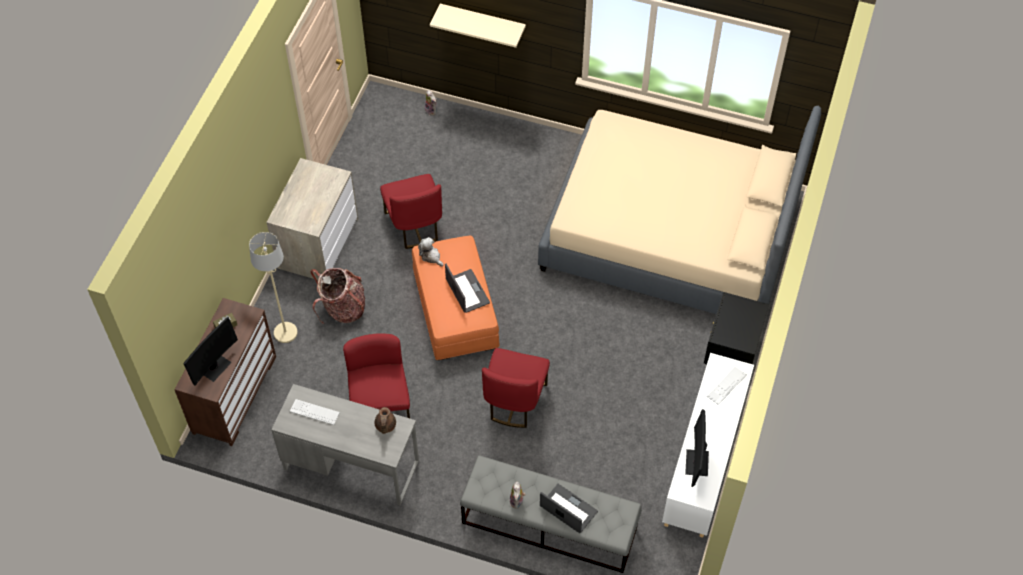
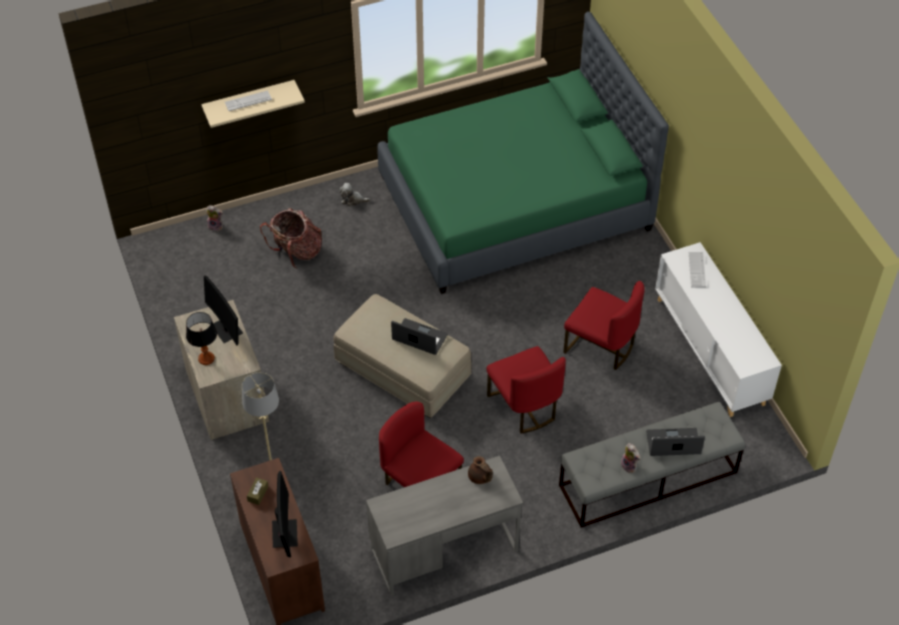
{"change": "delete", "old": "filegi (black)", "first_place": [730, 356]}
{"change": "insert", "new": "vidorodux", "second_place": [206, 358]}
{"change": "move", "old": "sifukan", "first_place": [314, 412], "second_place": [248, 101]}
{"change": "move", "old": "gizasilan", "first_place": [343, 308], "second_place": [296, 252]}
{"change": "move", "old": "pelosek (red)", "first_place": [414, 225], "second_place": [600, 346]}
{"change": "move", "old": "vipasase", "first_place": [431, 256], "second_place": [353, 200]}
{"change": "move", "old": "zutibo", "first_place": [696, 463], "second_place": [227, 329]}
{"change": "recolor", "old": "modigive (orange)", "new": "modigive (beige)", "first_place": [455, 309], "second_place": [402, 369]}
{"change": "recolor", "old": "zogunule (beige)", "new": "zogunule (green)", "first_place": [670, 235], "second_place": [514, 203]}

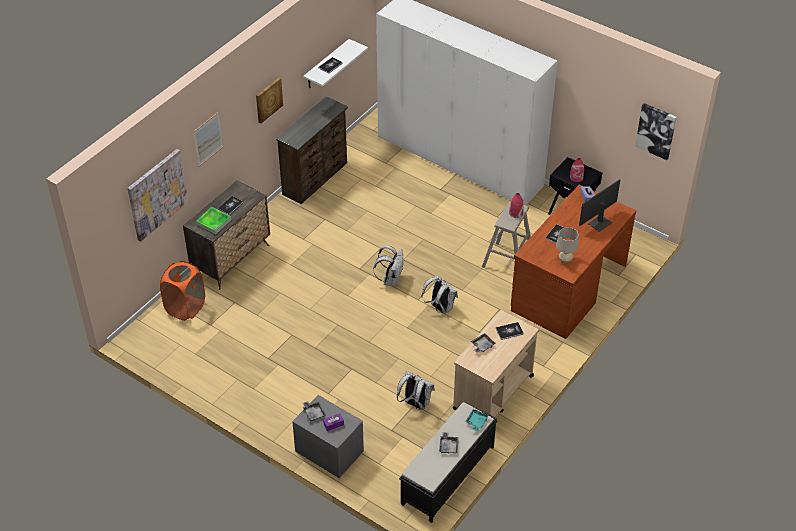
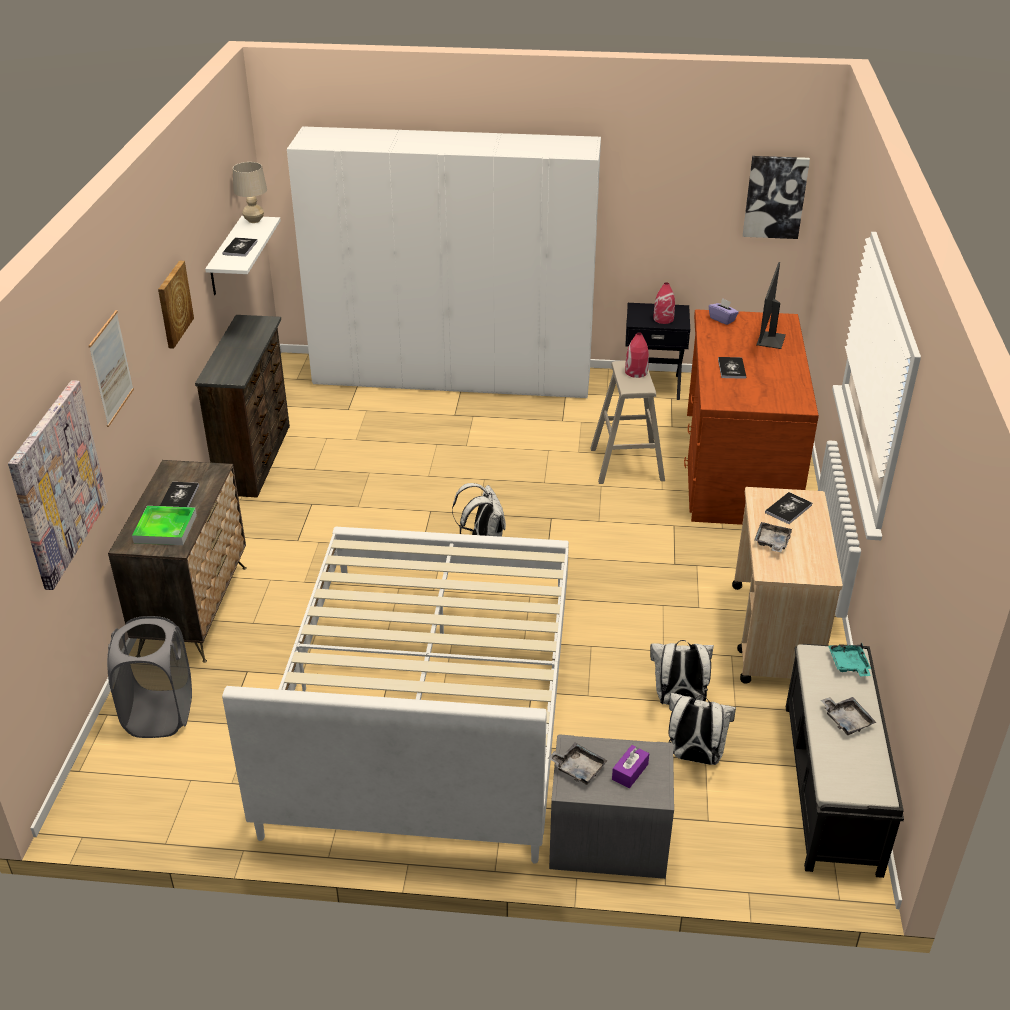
{"change": "insert", "new": "zogunule (white)", "second_place": [426, 701]}
{"change": "move", "old": "gizasilan (white)", "first_place": [440, 308], "second_place": [694, 757]}
{"change": "move", "old": "vidorodux (beige)", "first_place": [565, 260], "second_place": [254, 220]}
{"change": "recolor", "old": "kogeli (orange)", "new": "kogeli (grey)", "first_place": [185, 308], "second_place": [160, 714]}

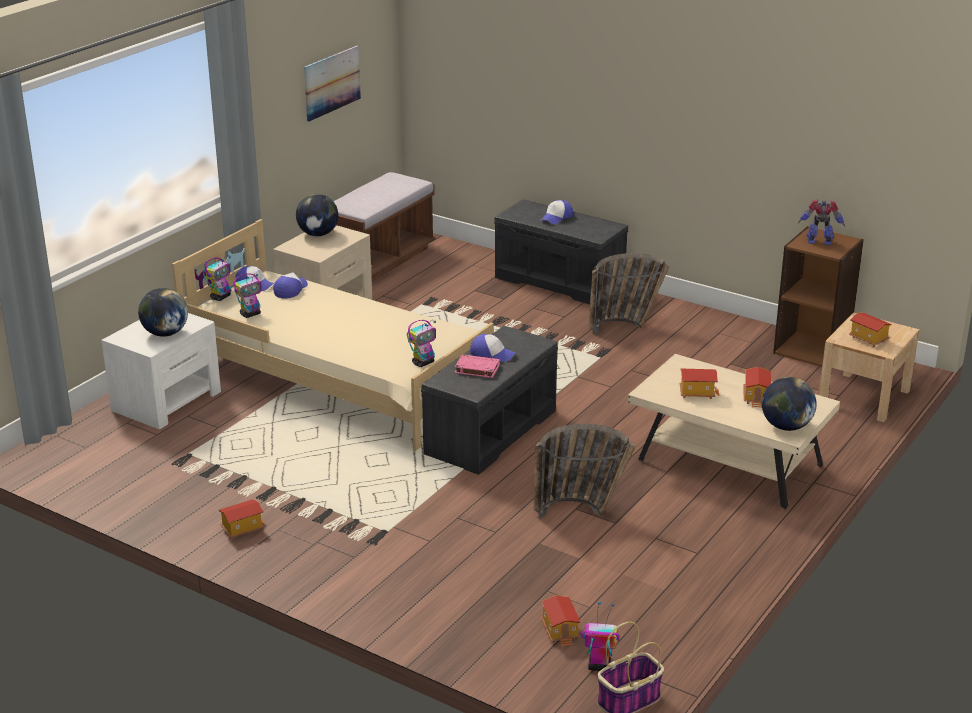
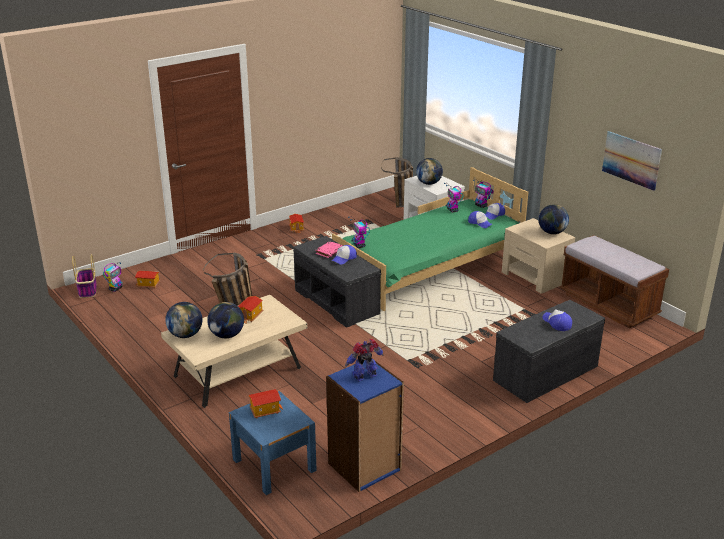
{"change": "move", "old": "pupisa", "first_place": [625, 326], "second_place": [400, 204]}
{"change": "replace", "old": "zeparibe", "new": "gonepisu", "first_place": [757, 397], "second_place": [227, 335]}
{"change": "recolor", "old": "zogunule (beige)", "new": "zogunule (green)", "first_place": [338, 380], "second_place": [429, 267]}
{"change": "recolor", "old": "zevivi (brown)", "new": "zevivi (blue)", "first_place": [812, 349], "second_place": [365, 467]}
{"change": "recolor", "old": "filegi (beige)", "new": "filegi (blue)", "first_place": [864, 397], "second_place": [274, 465]}
{"change": "rotate", "old": "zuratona", "first_place": [819, 242], "second_place": [365, 376], "degrees": -150}

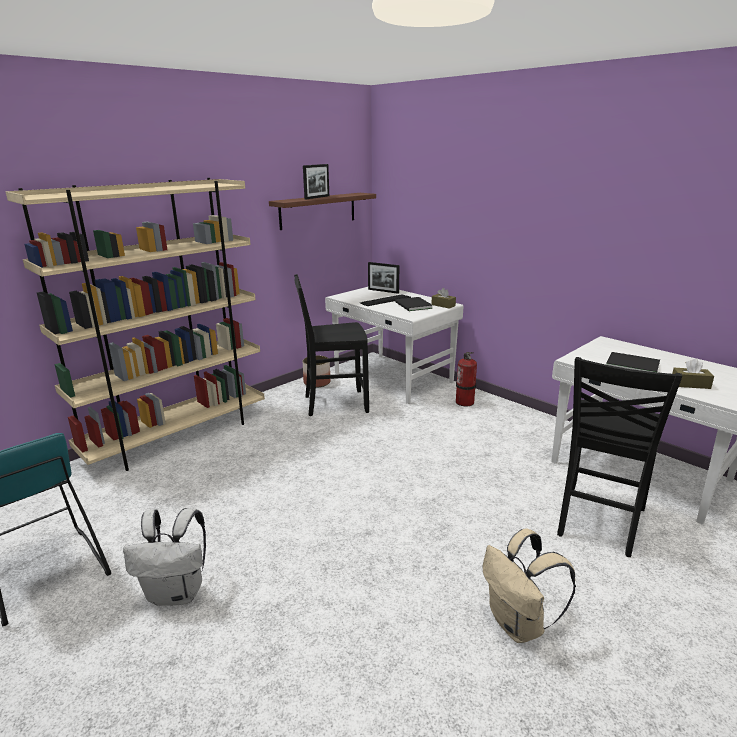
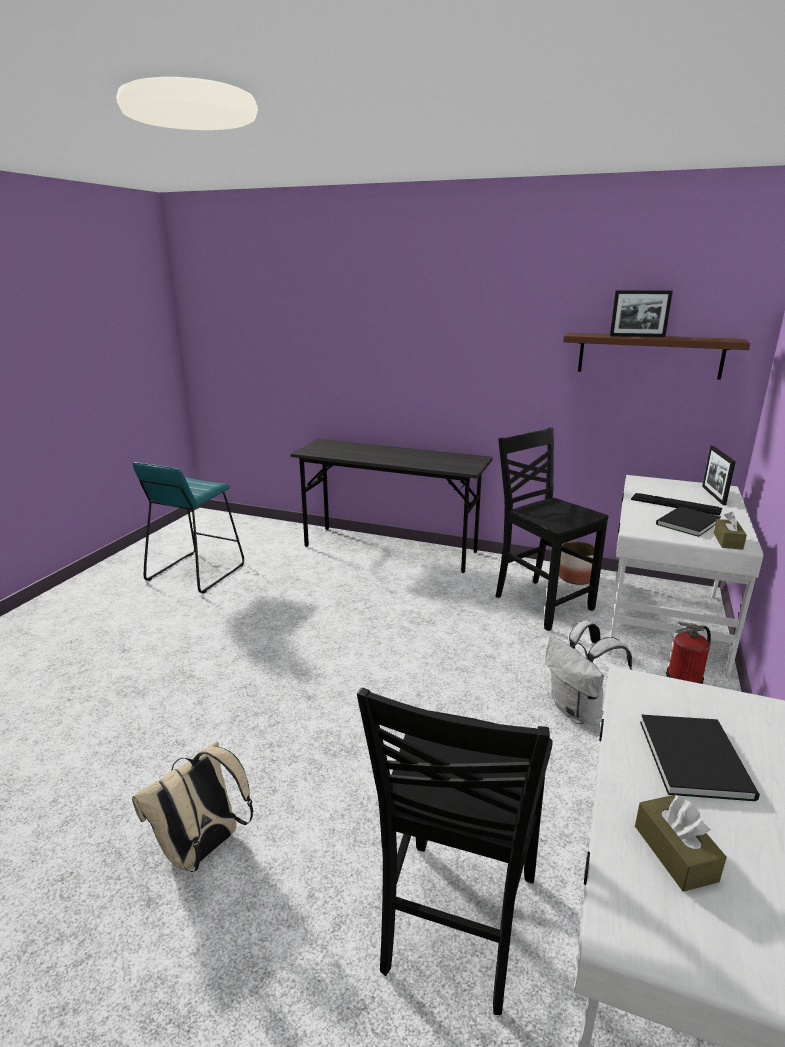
{"change": "move", "old": "gizasilan (white)", "first_place": [177, 593], "second_place": [579, 711]}
{"change": "replace", "old": "zevivi (beige)", "new": "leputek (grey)", "first_place": [178, 436], "second_place": [391, 549]}
{"change": "rotate", "old": "pelosek (black)", "first_place": [598, 522], "second_place": [456, 923], "degrees": -75}

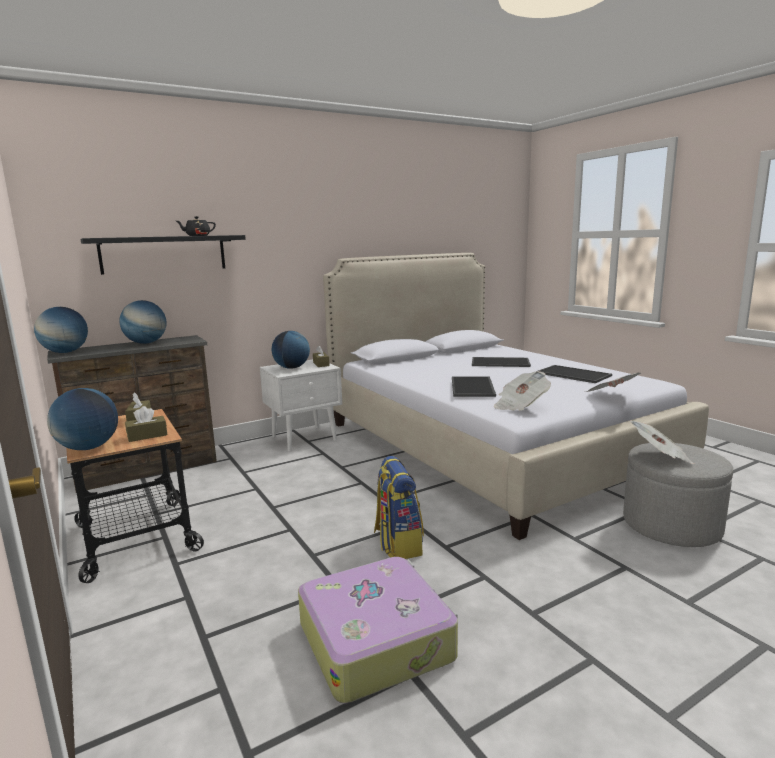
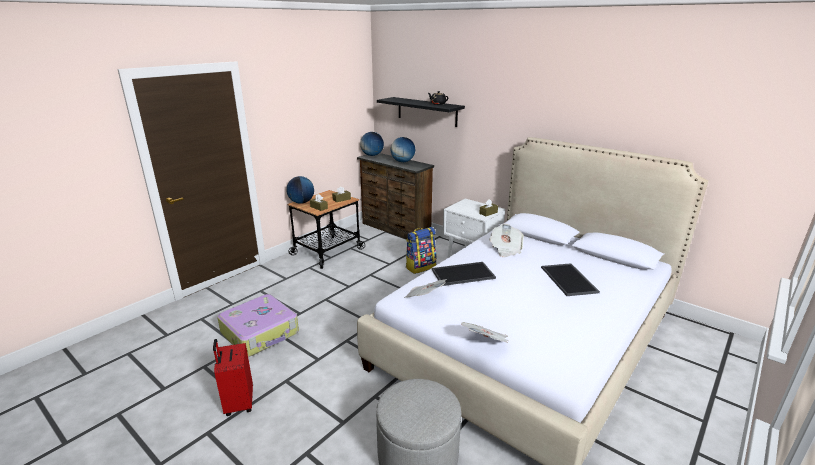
{"change": "delete", "old": "gonepisu", "first_place": [292, 368]}
{"change": "delete", "old": "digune", "first_place": [572, 374]}
{"change": "insert", "new": "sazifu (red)", "second_place": [238, 403]}
{"change": "move", "old": "gizasilan", "first_place": [397, 543], "second_place": [420, 267]}
{"change": "move", "old": "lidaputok", "first_place": [660, 456], "second_place": [505, 249]}

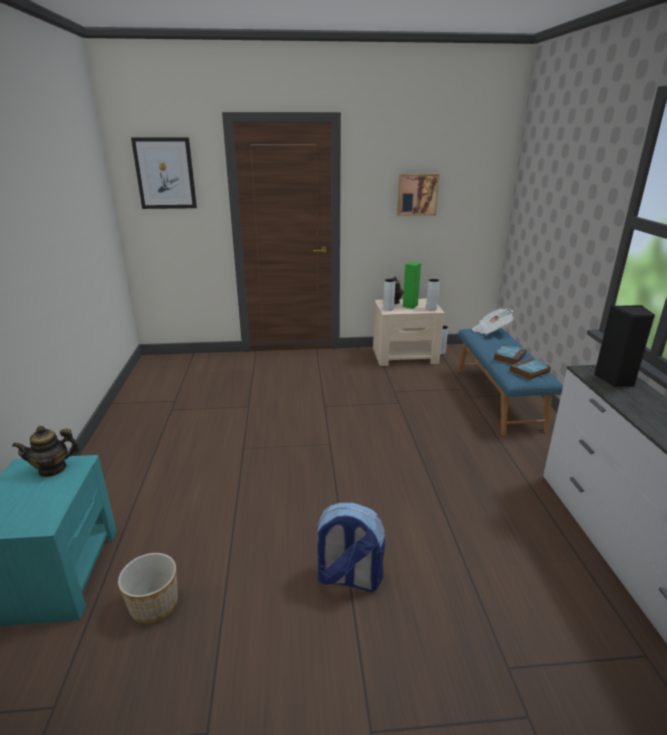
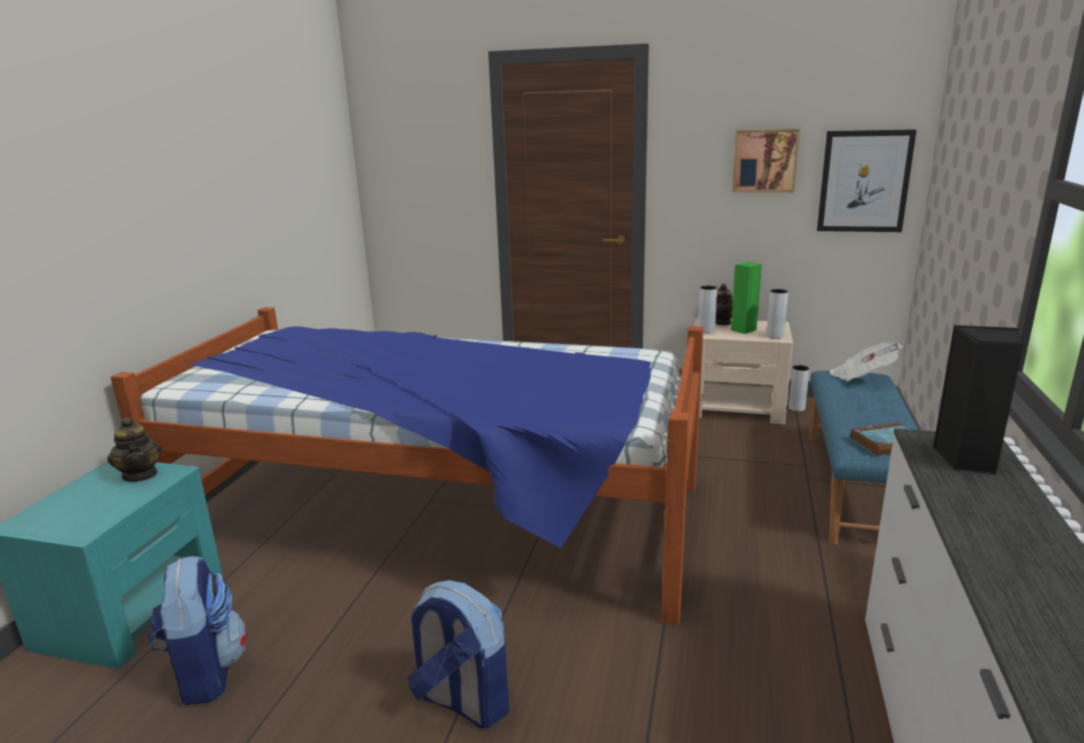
{"change": "delete", "old": "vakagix", "first_place": [509, 357]}
{"change": "insert", "new": "zogunule", "second_place": [439, 517]}
{"change": "move", "old": "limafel", "first_place": [165, 173], "second_place": [864, 181]}
{"change": "replace", "old": "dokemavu", "new": "gizasilan", "first_place": [153, 605], "second_place": [205, 673]}
{"change": "rotate", "old": "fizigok", "first_place": [52, 469], "second_place": [140, 475], "degrees": -120}

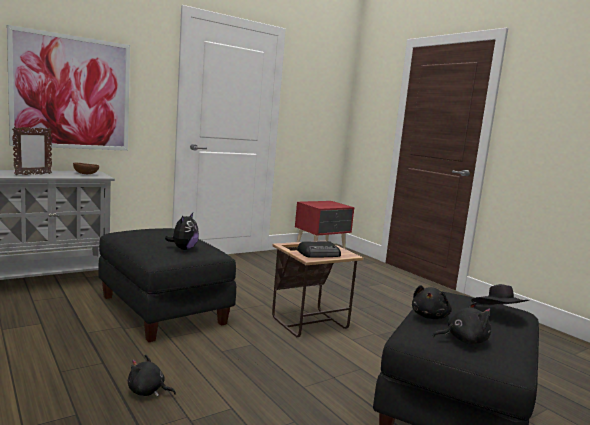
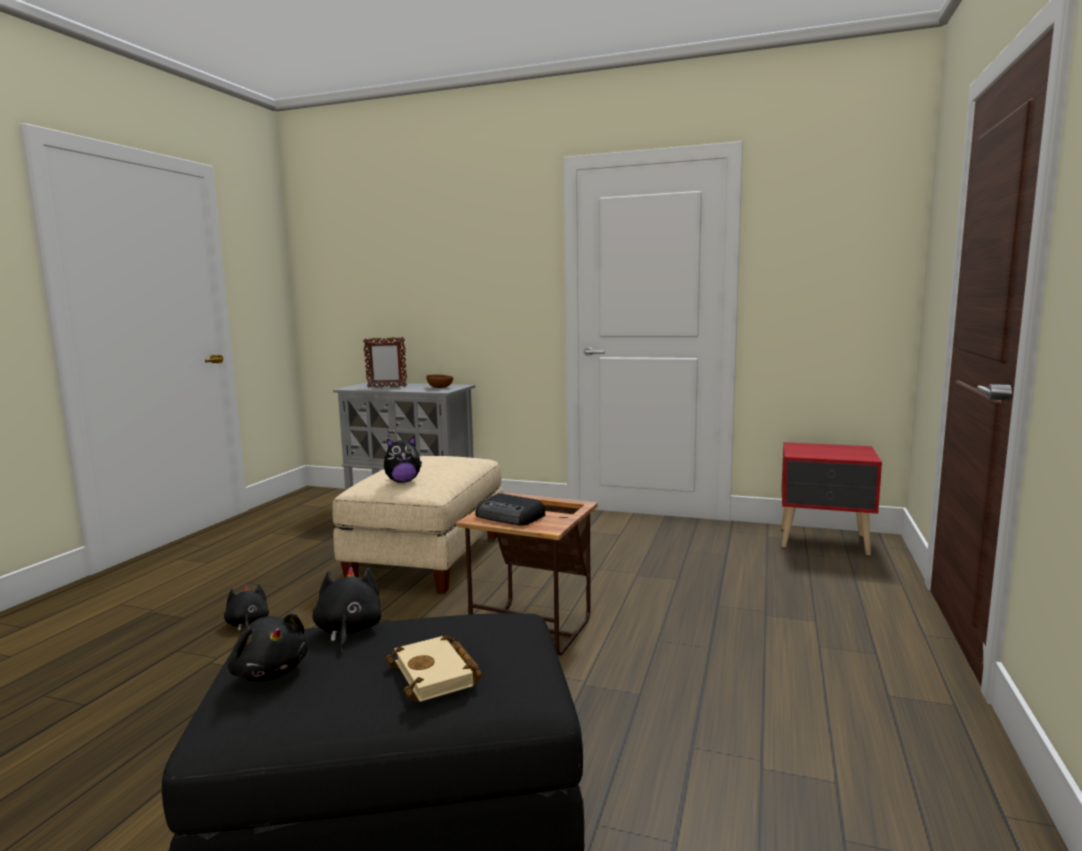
{"change": "delete", "old": "limafel", "first_place": [72, 93]}
{"change": "replace", "old": "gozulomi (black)", "new": "vakagix (beige)", "first_place": [498, 314], "second_place": [438, 675]}
{"change": "recolor", "old": "modigive (black)", "new": "modigive (beige)", "first_place": [161, 310], "second_place": [427, 558]}
{"change": "rotate", "old": "vipasase (black)", "first_place": [430, 316], "second_place": [348, 631], "degrees": 90}

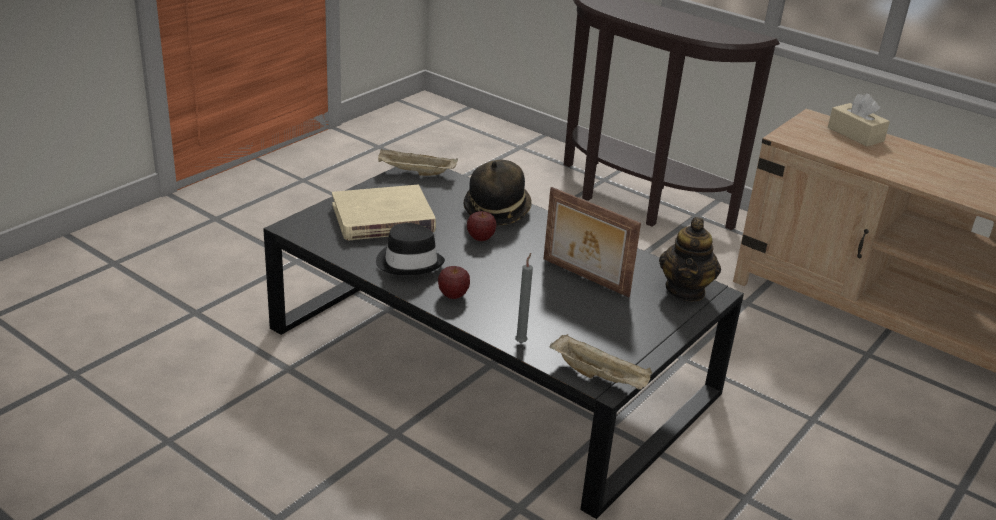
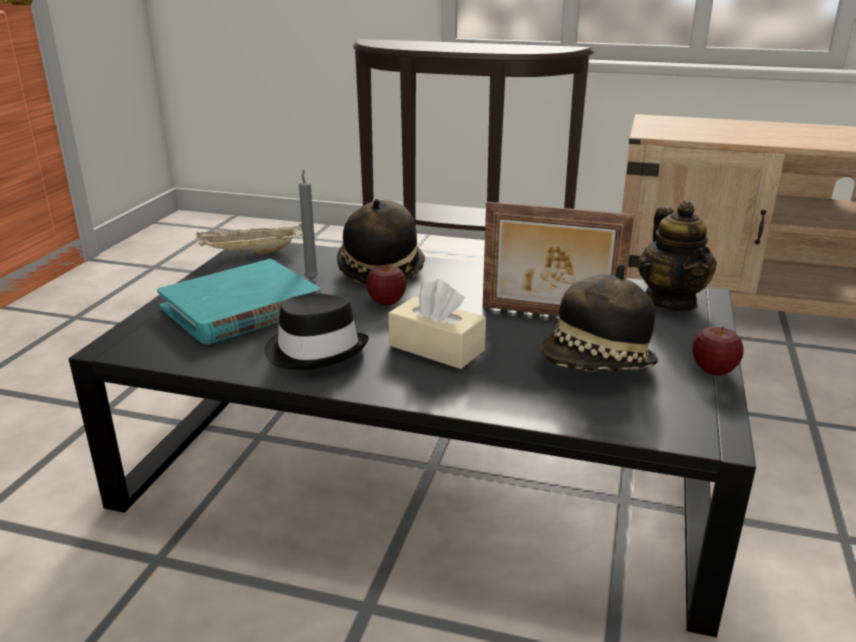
{"change": "delete", "old": "digune (beige)", "first_place": [600, 377]}
{"change": "insert", "new": "gozulomi", "second_place": [596, 366]}
{"change": "move", "old": "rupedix", "first_place": [453, 295], "second_place": [713, 370]}
{"change": "move", "old": "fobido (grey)", "first_place": [521, 341], "second_place": [311, 278]}
{"change": "move", "old": "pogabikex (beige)", "first_place": [855, 134], "second_place": [436, 348]}
{"change": "recolor", "old": "vakagix (beige)", "new": "vakagix (turquoise)", "first_place": [383, 218], "second_place": [242, 308]}

